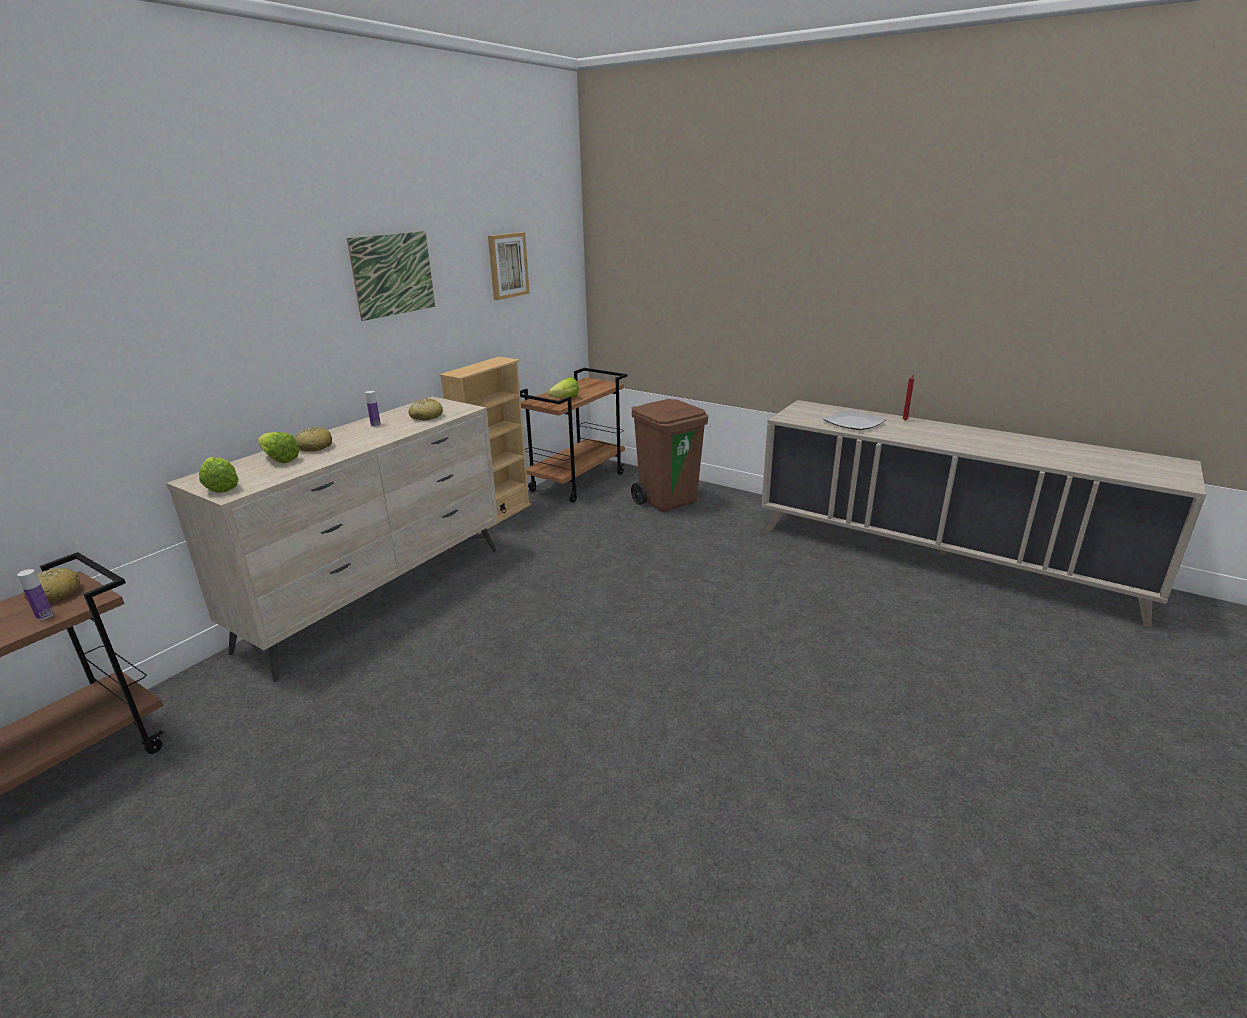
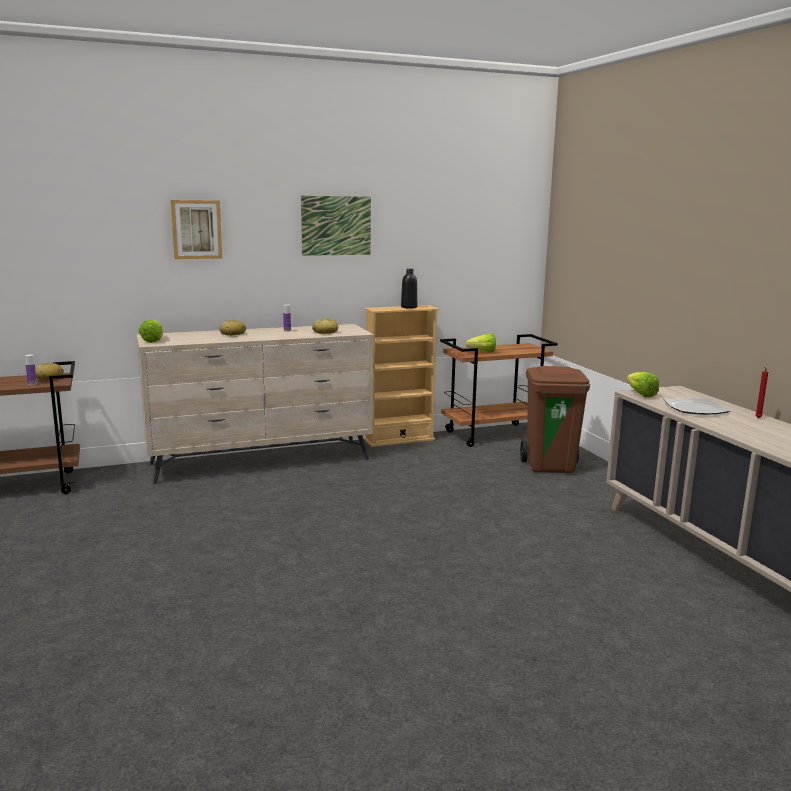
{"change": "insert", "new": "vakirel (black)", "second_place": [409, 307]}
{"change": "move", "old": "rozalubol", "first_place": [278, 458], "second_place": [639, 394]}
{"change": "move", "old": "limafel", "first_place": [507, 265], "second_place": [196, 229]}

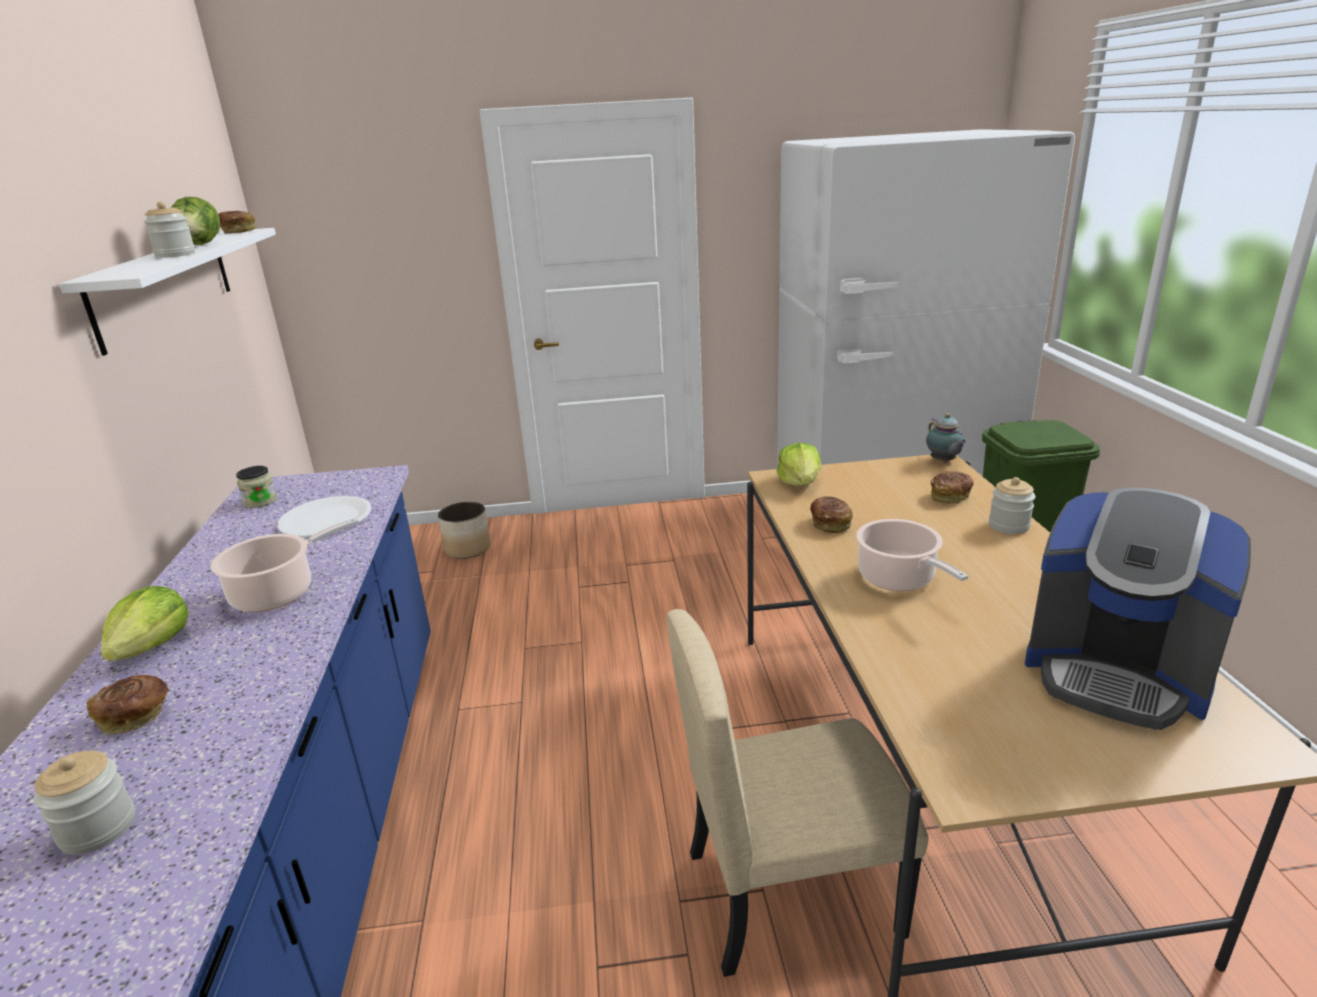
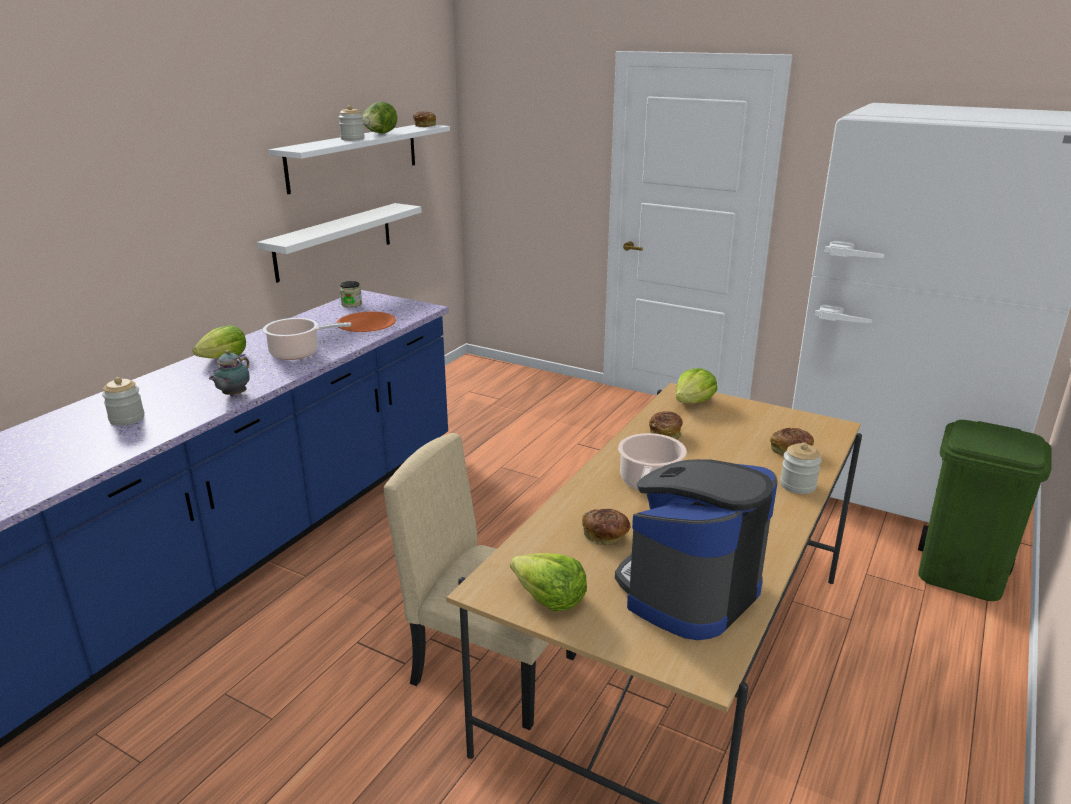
{"change": "delete", "old": "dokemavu", "first_place": [468, 548]}
{"change": "insert", "new": "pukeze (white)", "second_place": [334, 241]}
{"change": "insert", "new": "rozalubol", "second_place": [549, 599]}
{"change": "move", "old": "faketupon", "first_place": [136, 717], "second_place": [606, 536]}
{"change": "move", "old": "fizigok", "first_place": [943, 461], "second_place": [233, 395]}
{"change": "recolor", "old": "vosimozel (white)", "new": "vosimozel (orange)", "first_place": [325, 519], "second_place": [366, 324]}
{"change": "rotate", "old": "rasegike", "first_place": [1116, 673], "second_place": [688, 591], "degrees": 60}

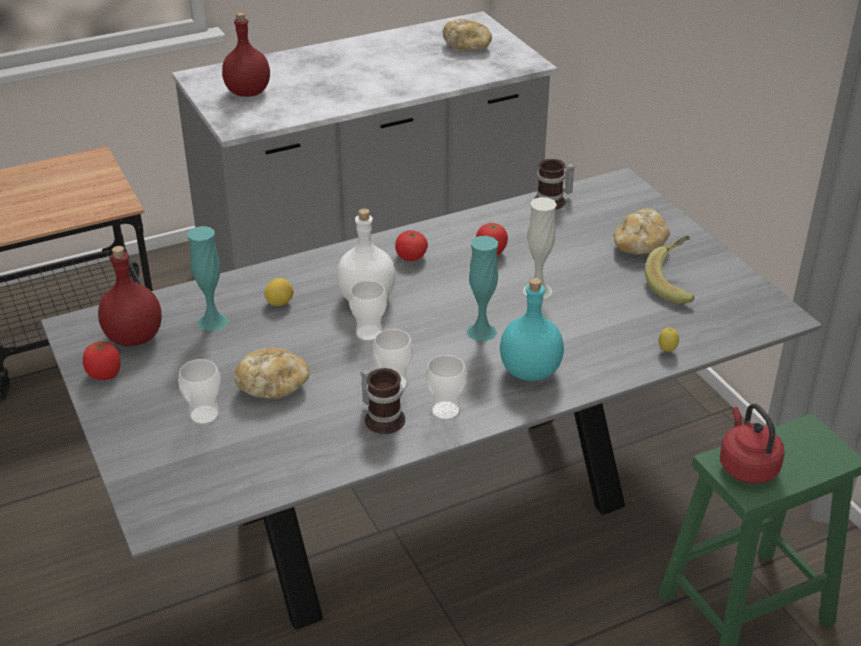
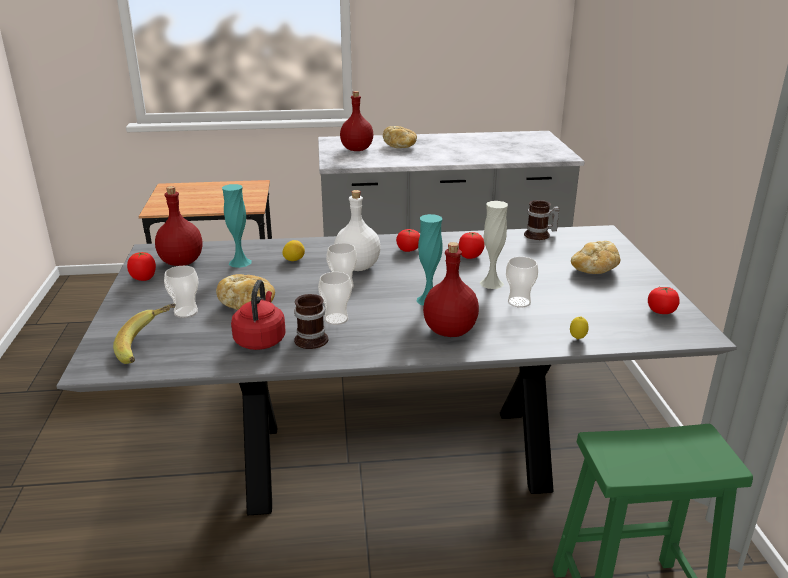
{"change": "insert", "new": "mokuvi", "second_place": [661, 311]}
{"change": "move", "old": "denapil", "first_place": [445, 411], "second_place": [519, 302]}
{"change": "move", "old": "faketupon", "first_place": [468, 47], "second_place": [400, 146]}
{"change": "move", "old": "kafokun", "first_place": [676, 284], "second_place": [149, 347]}
{"change": "move", "old": "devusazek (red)", "first_place": [746, 466], "second_place": [261, 339]}
{"change": "recolor", "old": "vakirel (turquoise)", "new": "vakirel (red)", "first_place": [529, 371], "second_place": [449, 331]}

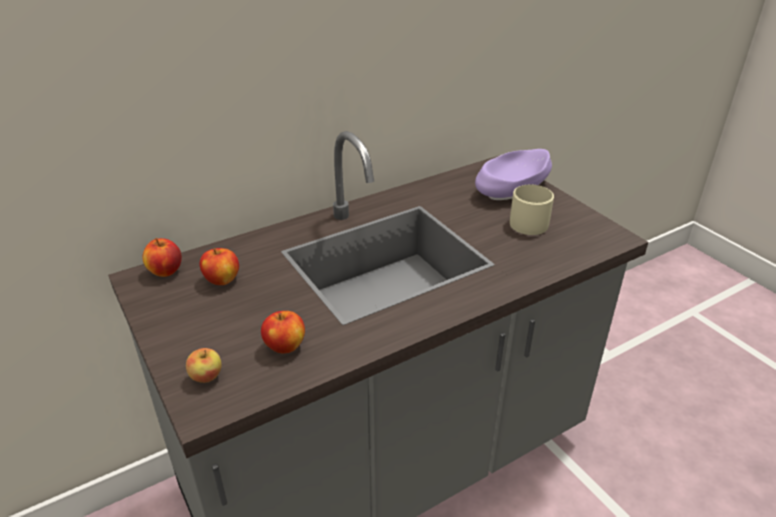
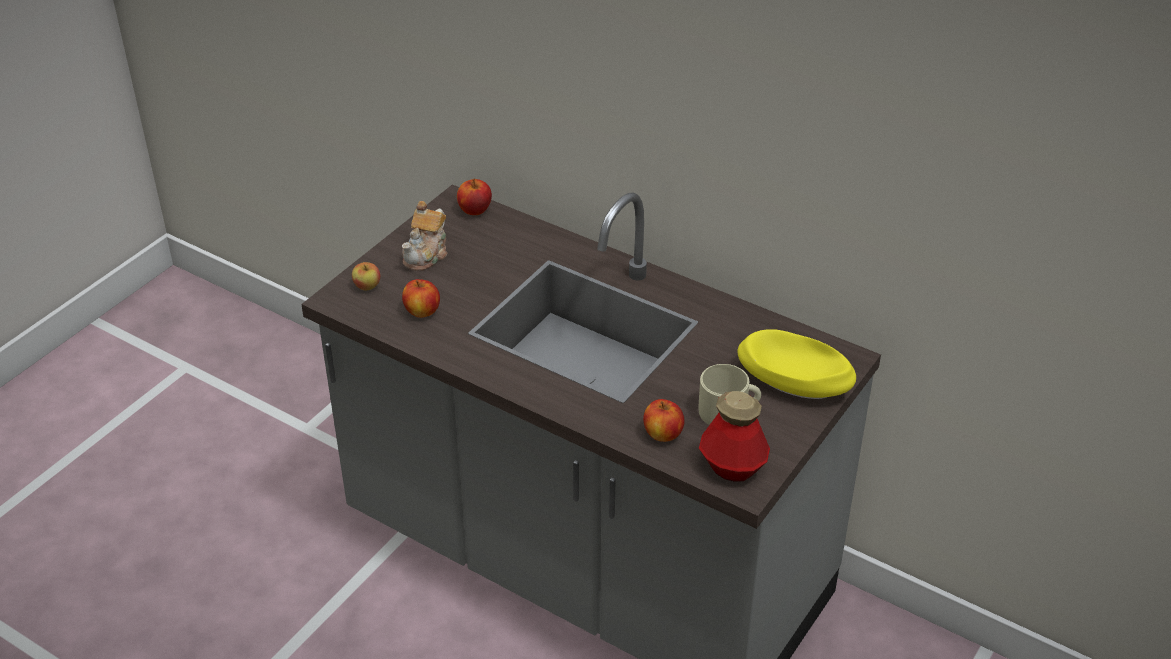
{"change": "insert", "new": "fizigok", "second_place": [427, 255]}
{"change": "insert", "new": "vakirel", "second_place": [732, 467]}
{"change": "move", "old": "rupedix", "first_place": [222, 280], "second_place": [663, 434]}
{"change": "recolor", "old": "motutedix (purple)", "new": "motutedix (yellow)", "first_place": [512, 189], "second_place": [794, 382]}

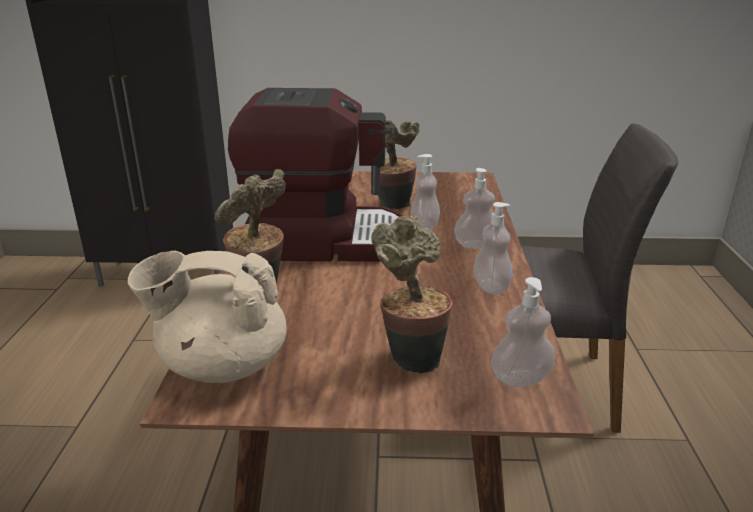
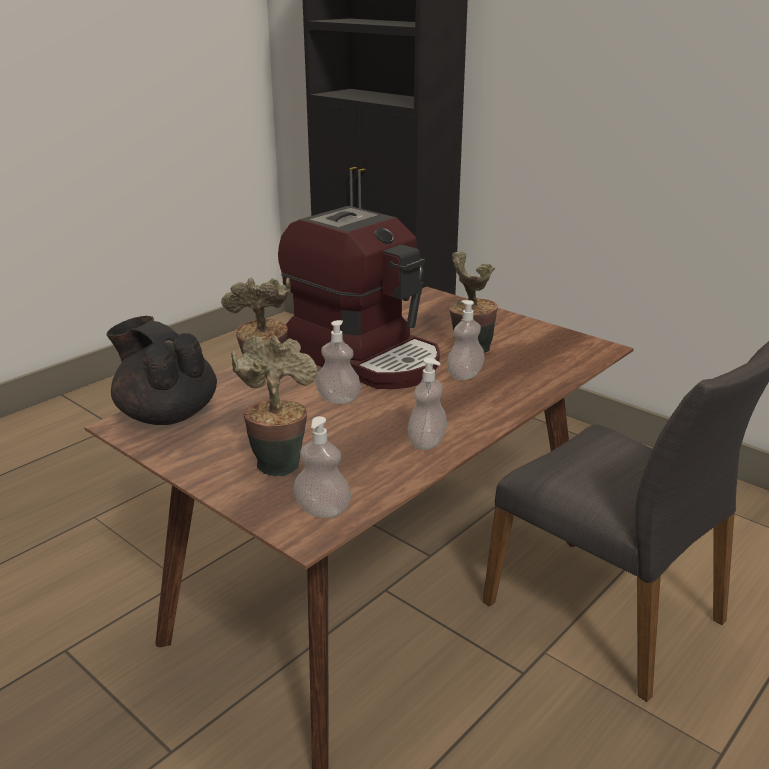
{"change": "move", "old": "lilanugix", "first_place": [475, 245], "second_place": [338, 399]}
{"change": "recolor", "old": "fizigok (beige)", "new": "fizigok (black)", "first_place": [222, 365], "second_place": [167, 414]}

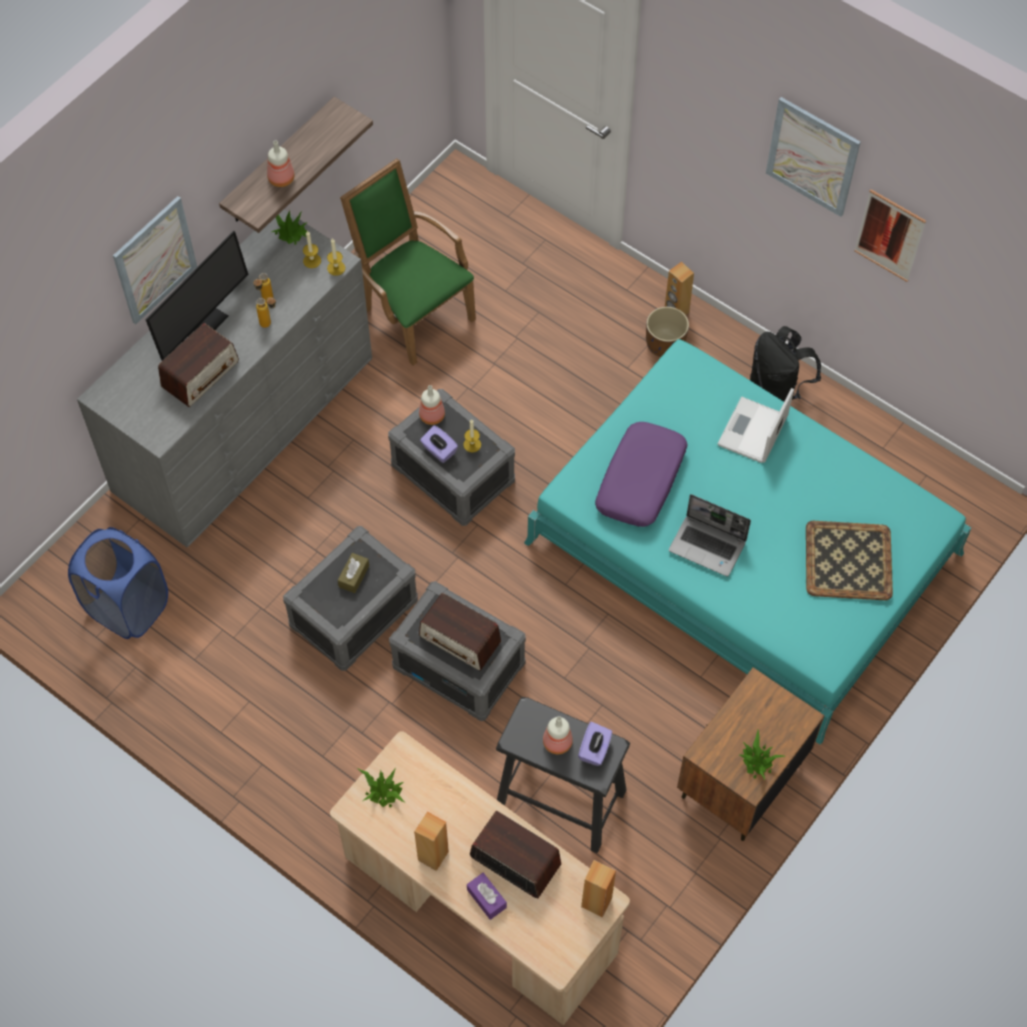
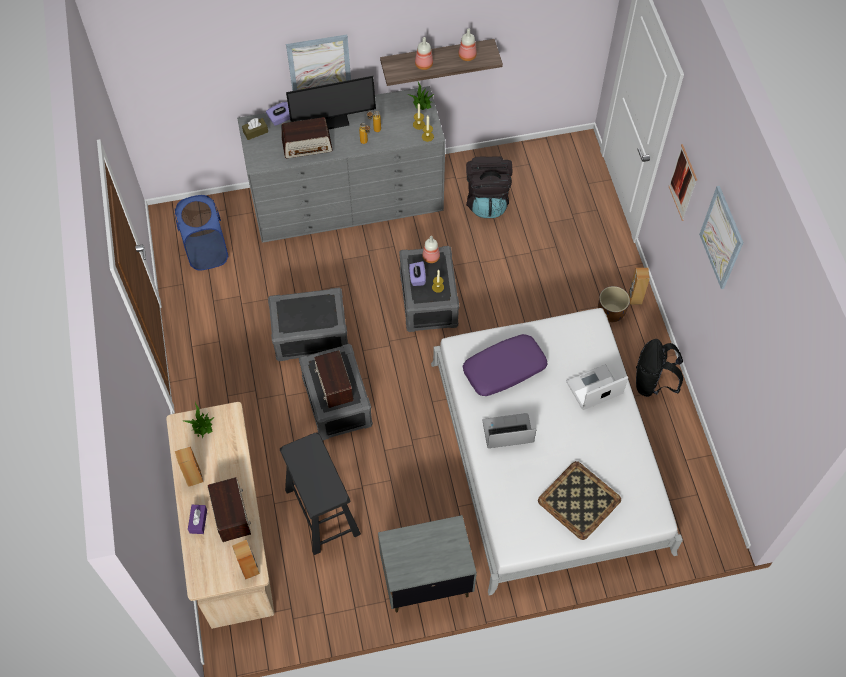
{"change": "delete", "old": "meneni", "first_place": [757, 761]}
{"change": "move", "old": "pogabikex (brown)", "first_place": [354, 576], "second_place": [255, 132]}
{"change": "move", "old": "vakirel", "first_place": [556, 742], "second_place": [466, 55]}
{"change": "move", "old": "pogabikex (purple)", "first_place": [594, 750], "second_place": [280, 119]}
{"change": "move", "old": "limafel", "first_place": [889, 235], "second_place": [683, 183]}
{"change": "replace", "old": "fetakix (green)", "new": "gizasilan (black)", "first_place": [412, 312], "second_place": [487, 200]}
{"change": "recolor", "old": "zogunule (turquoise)", "new": "zogunule (white)", "first_place": [743, 548], "second_place": [548, 455]}
{"change": "recolor", "old": "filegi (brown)", "new": "filegi (grey)", "first_place": [740, 781], "second_place": [425, 579]}
{"change": "rotate", "old": "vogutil", "first_place": [708, 546], "second_place": [507, 432], "degrees": 105}

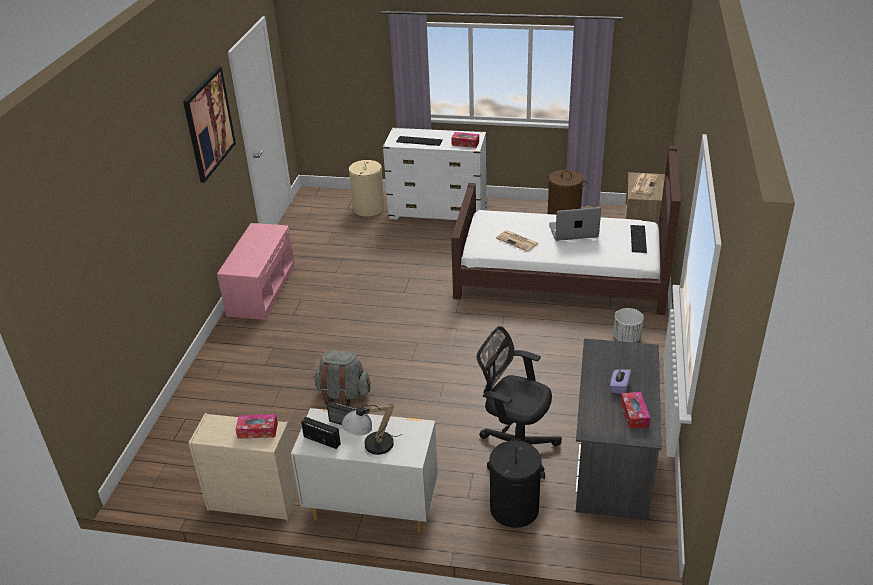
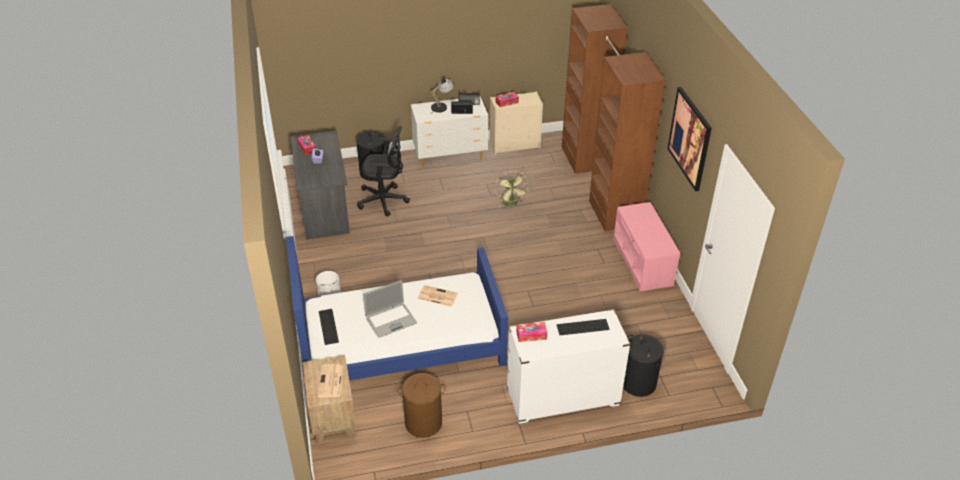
{"change": "insert", "new": "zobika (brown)", "second_place": [600, 184]}
{"change": "replace", "old": "gizasilan (grey)", "new": "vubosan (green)", "first_place": [343, 394], "second_place": [511, 204]}
{"change": "recolor", "old": "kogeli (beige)", "new": "kogeli (black)", "first_place": [369, 208], "second_place": [638, 383]}
{"change": "recolor", "old": "zogunule (brown)", "new": "zogunule (blue)", "first_place": [561, 275], "second_place": [400, 344]}

